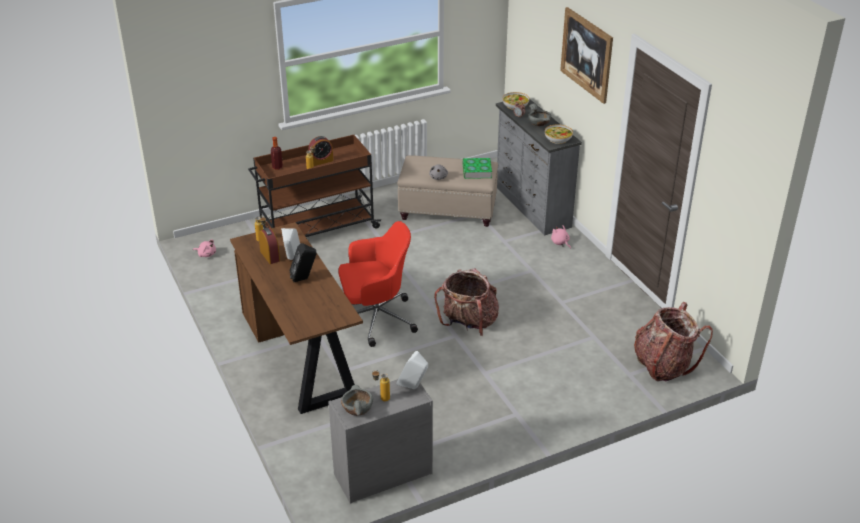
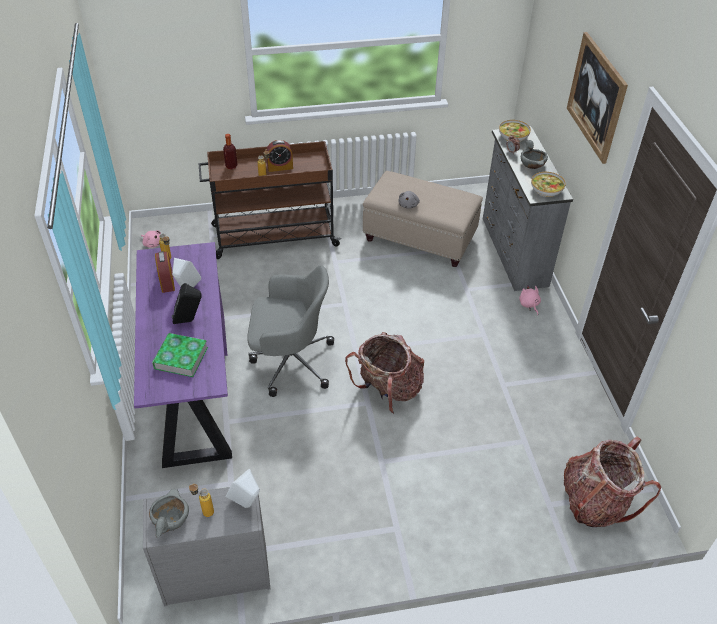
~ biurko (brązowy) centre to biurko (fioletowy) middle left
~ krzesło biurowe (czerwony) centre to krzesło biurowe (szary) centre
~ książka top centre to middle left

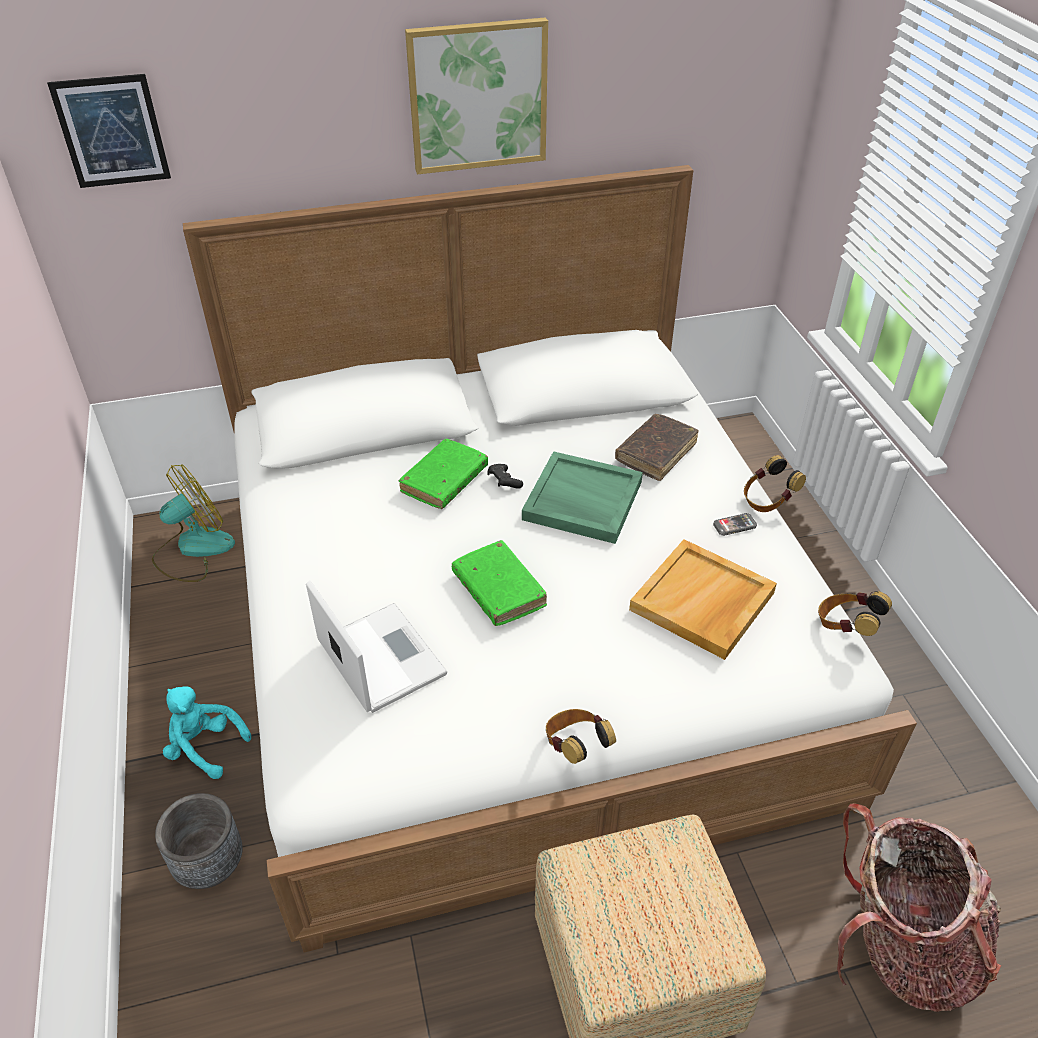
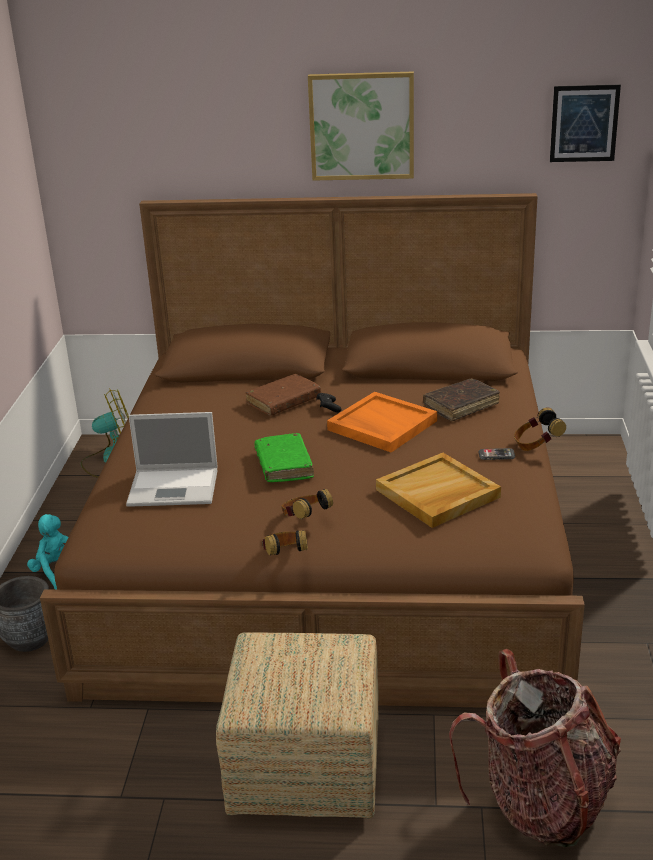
~ obraz (no. 1 from left in the first image) top left to obraz (no. 2 from left) top right
~ łóżko (biały) centre to łóżko (brązowy) centre
~ laptop centre = middle left 105 degrees clockwise
~ książka (zielony) (no. 1 from left) centre to książka (brązowy) (no. 1 from left) centre
~ taca (zielony) centre to taca (pomarańczowy) centre
~ słuchawki (no. 3 from left in the first image) middle right to słuchawki (no. 2 from left) centre

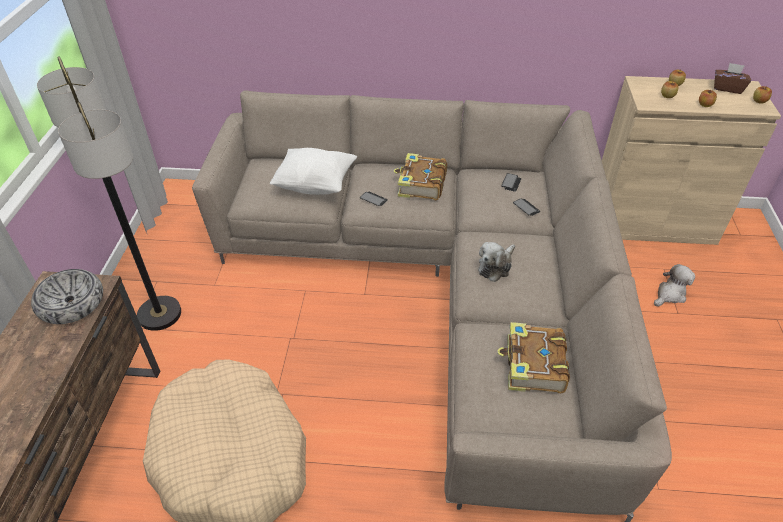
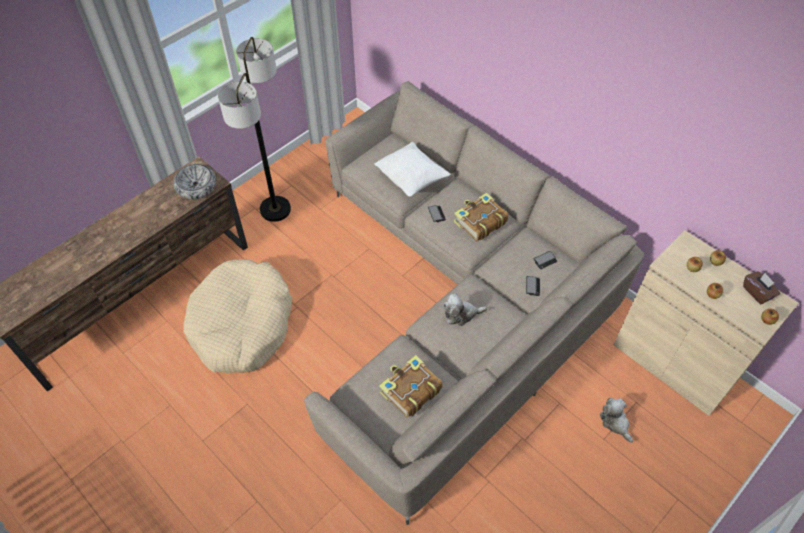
~ pluszak (no. 2 from left) middle right = bottom right 120 degrees counterclockwise

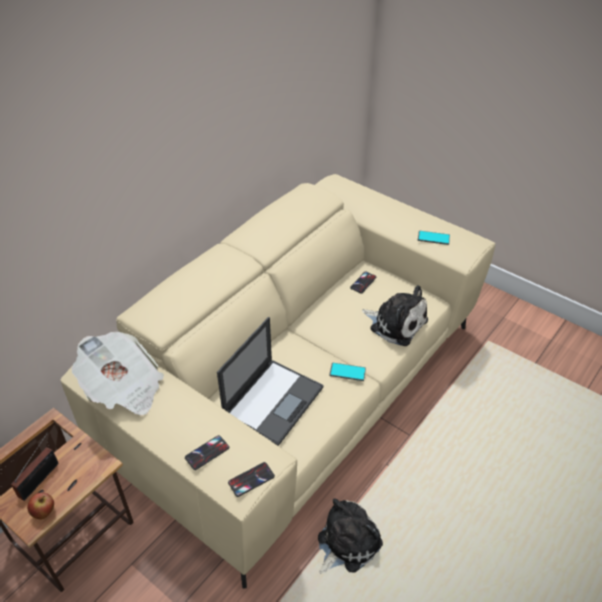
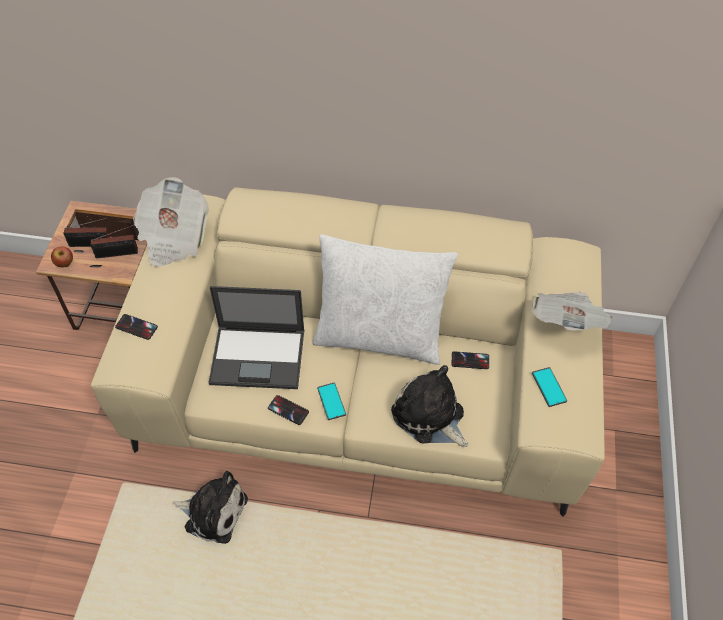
~ telefon (no. 2 from left) bottom centre to centre
~ pluszak (no. 2 from left) centre = centre 135 degrees clockwise
+ radio (no. 2 from left) middle left
+ poduszka (biały) centre
+ gazeta (no. 2 from left) middle right

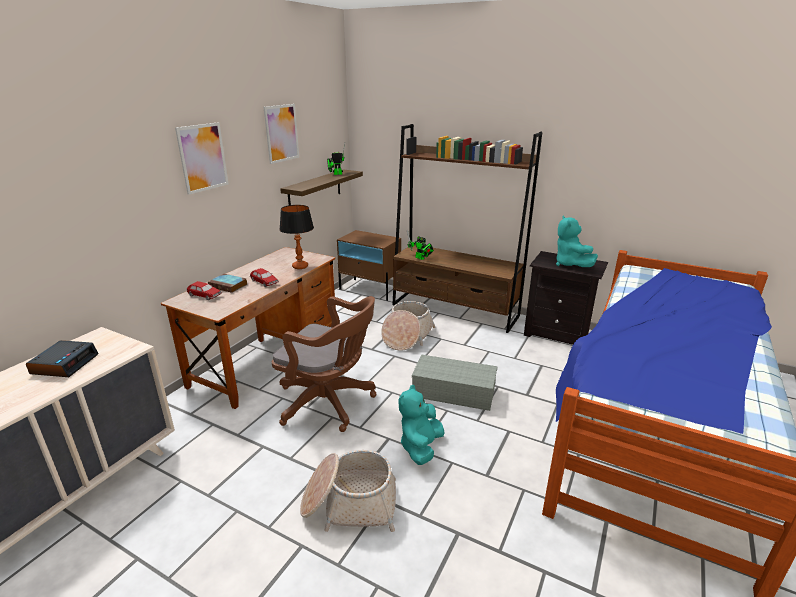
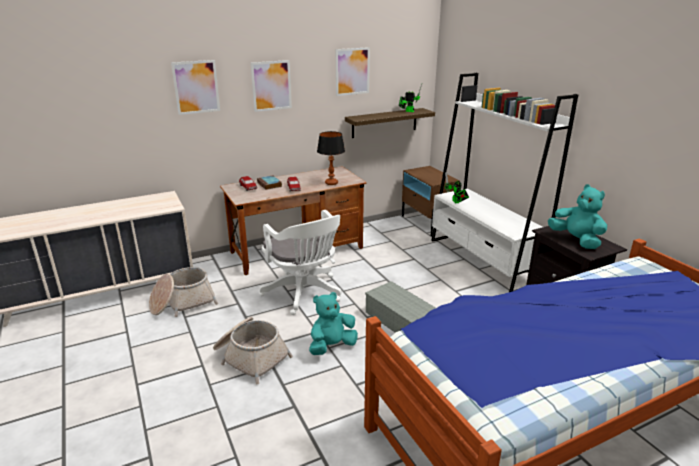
- budzik middle left
~ krzesło biurowe (brązowy) centre to krzesło biurowe (biały) centre
~ koszyk (no. 2 from left in the first image) centre to koszyk (no. 1 from left) middle left
~ regał (brązowy) centre to regał (biały) middle right
~ pluszak (turkusowy) (no. 2 from left) middle right = middle right 120 degrees clockwise
+ obraz (no. 1 from left) top left

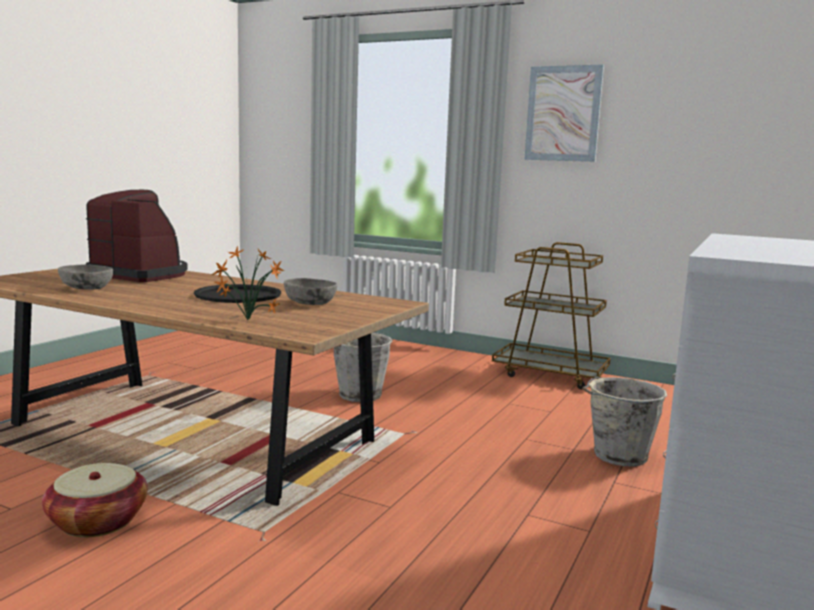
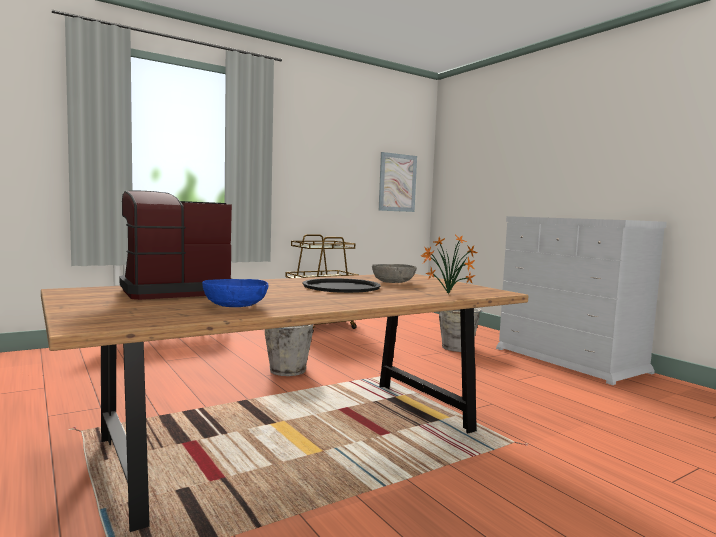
- koszyk bottom left
~ miska (szary) (no. 1 from left) middle left to miska (niebieski) middle left
~ obraz top right to centre

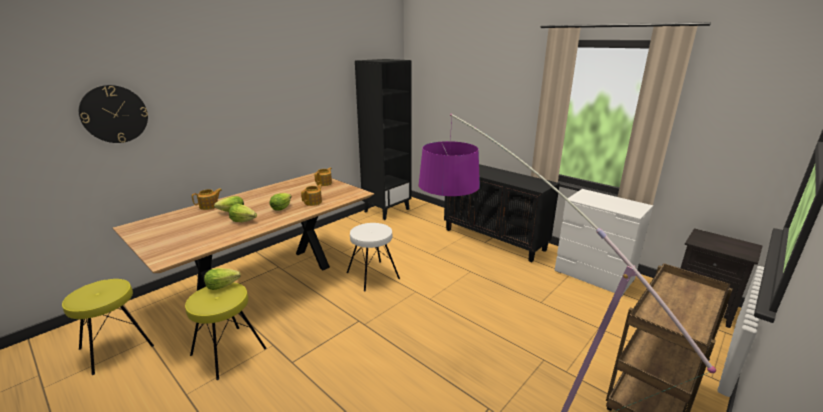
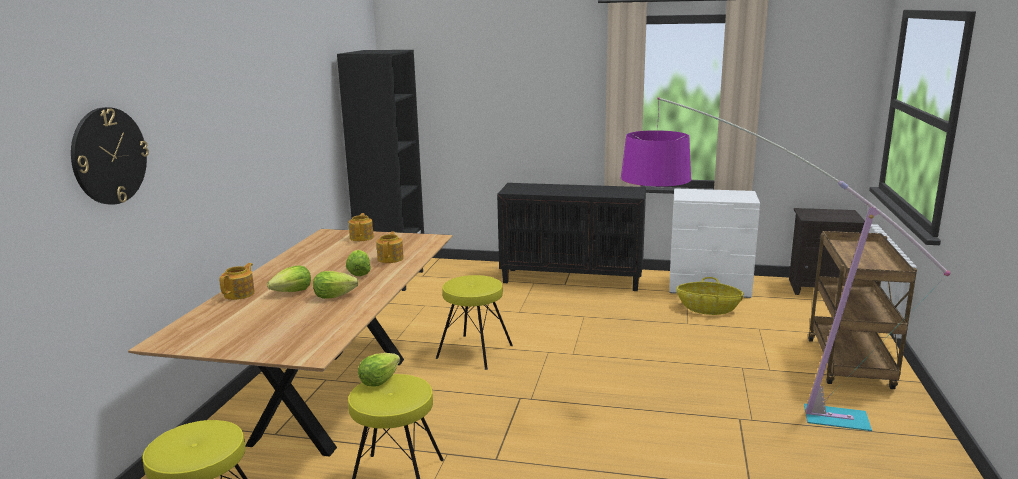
~ stołek (biały) centre to stołek (żółty) (no. 3 from left) bottom centre
+ koszyk middle right

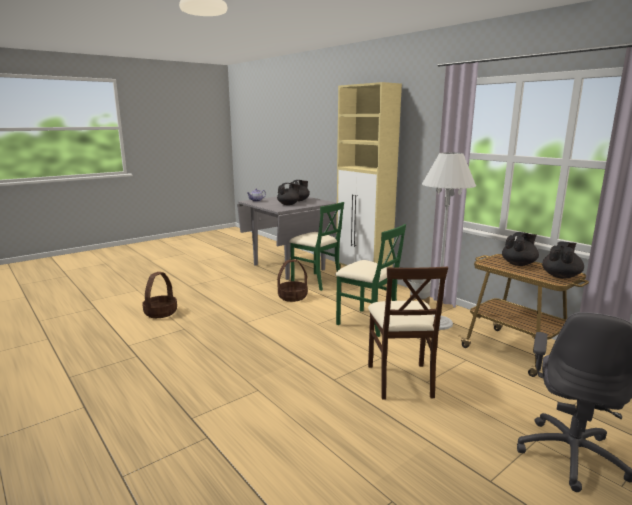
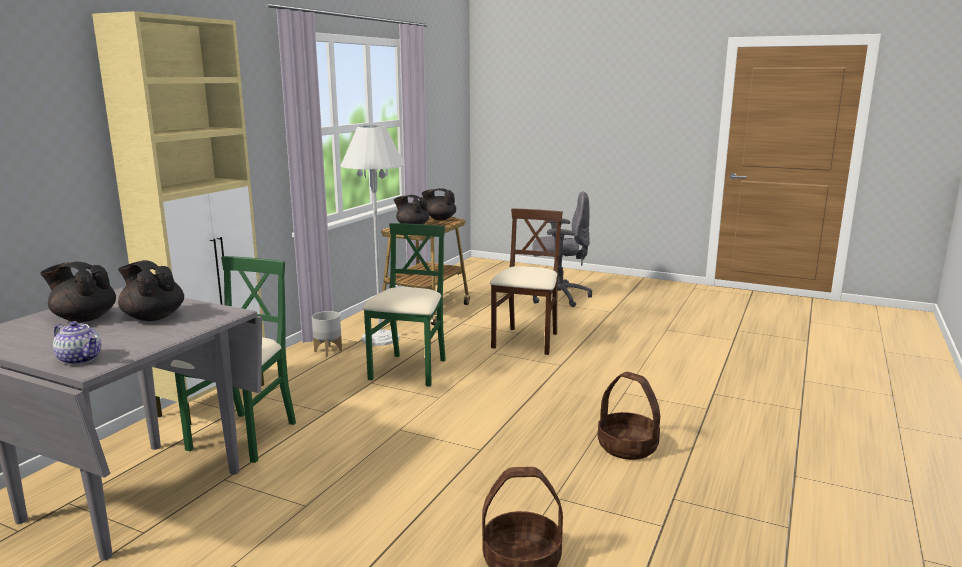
~ koszyk (no. 2 from left) centre to bottom centre
~ krzesło (beżowy) centre = centre 45 degrees counterclockwise

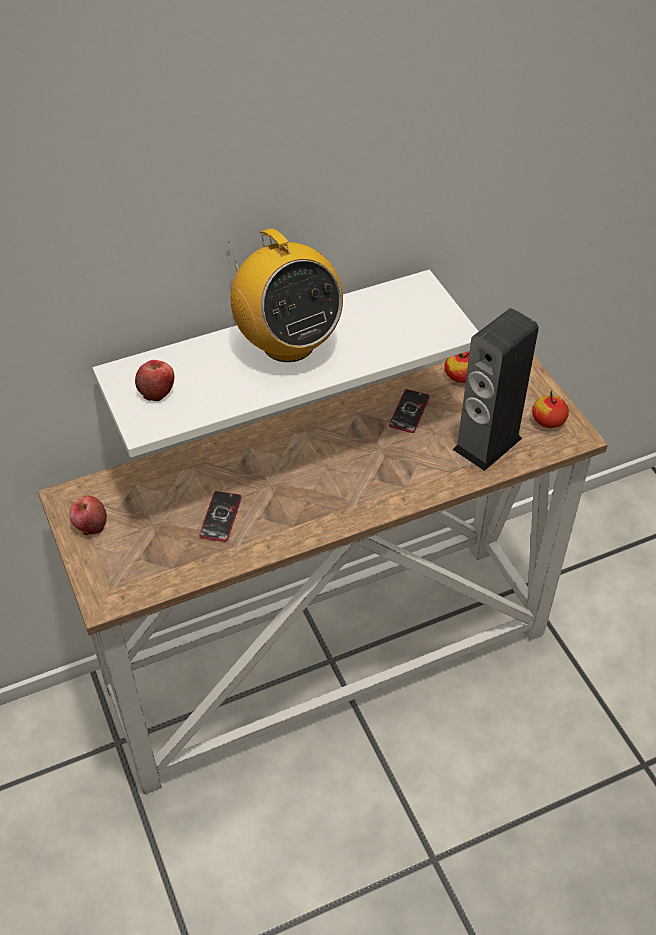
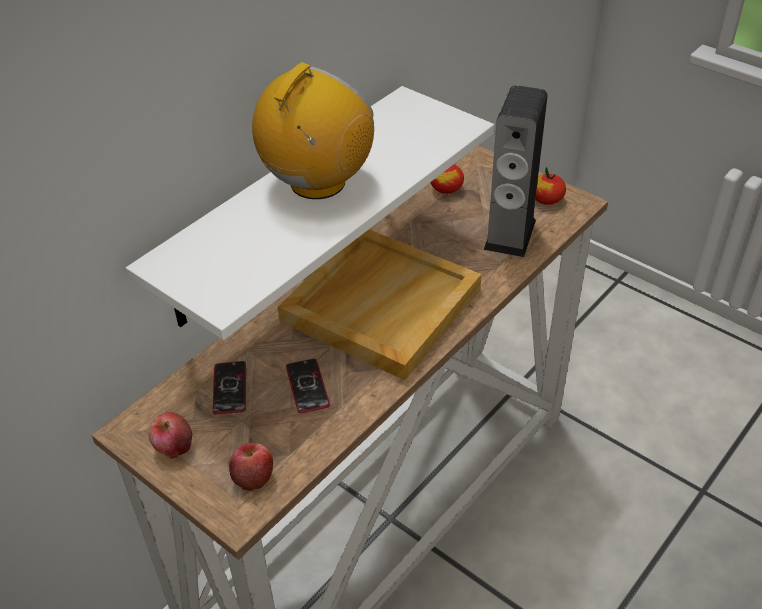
~ jabłko (no. 2 from left) middle left to bottom left
~ radio top centre = top centre 90 degrees counterclockwise
~ telefon (no. 2 from left in the first image) centre to telefon (no. 1 from left) middle left
+ taca (beżowy) centre

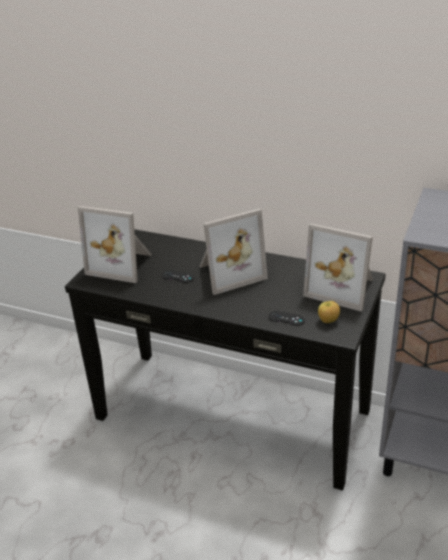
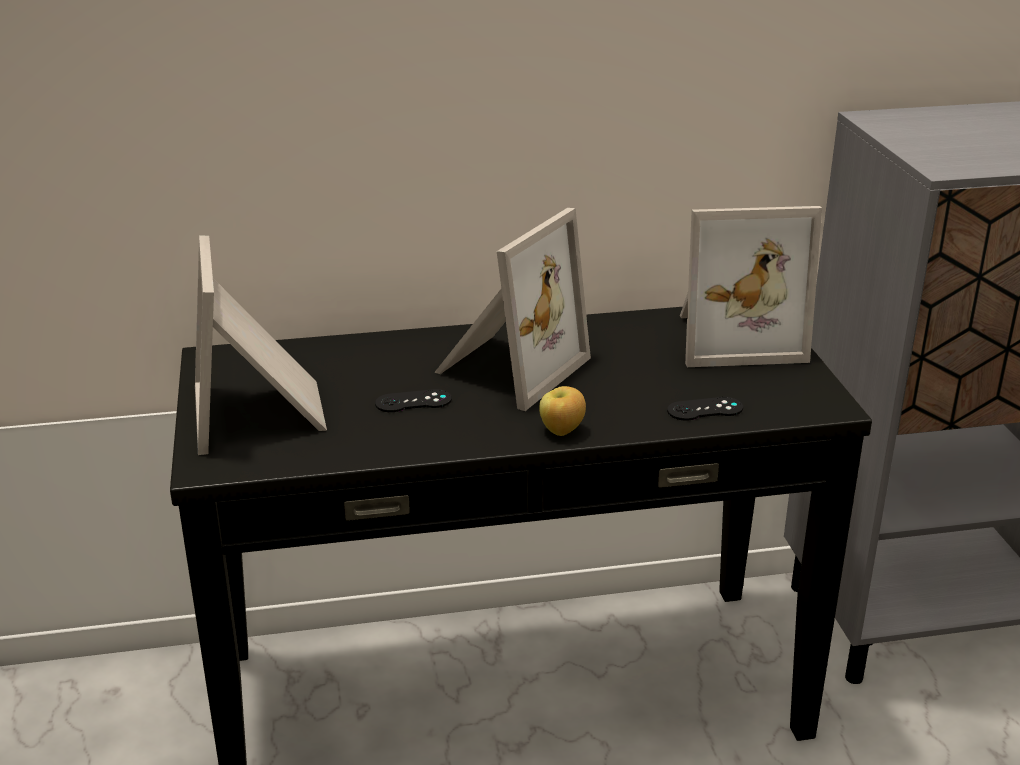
~ ramka na zdjęcie (no. 1 from left) middle left = middle left 90 degrees clockwise
~ jabłko middle right to centre

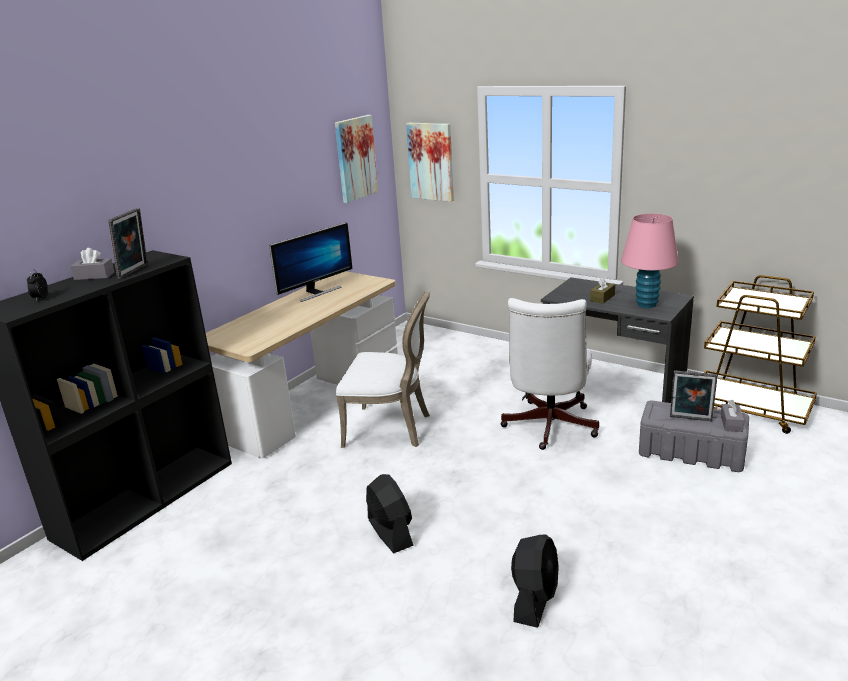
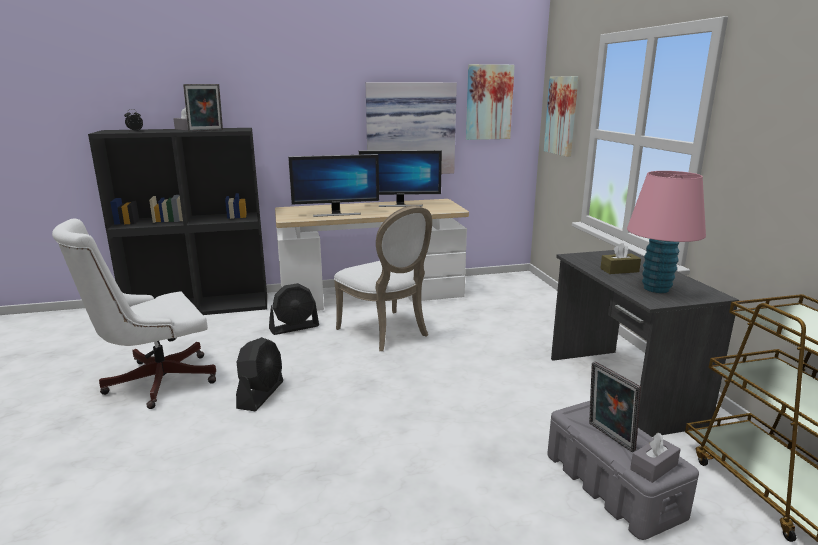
~ krzesło biurowe (biały) centre to middle left
~ wentylator (czarny) (no. 2 from left) bottom centre to centre
+ monitor (no. 1 from left) centre
+ obraz (no. 1 from left) top centre

